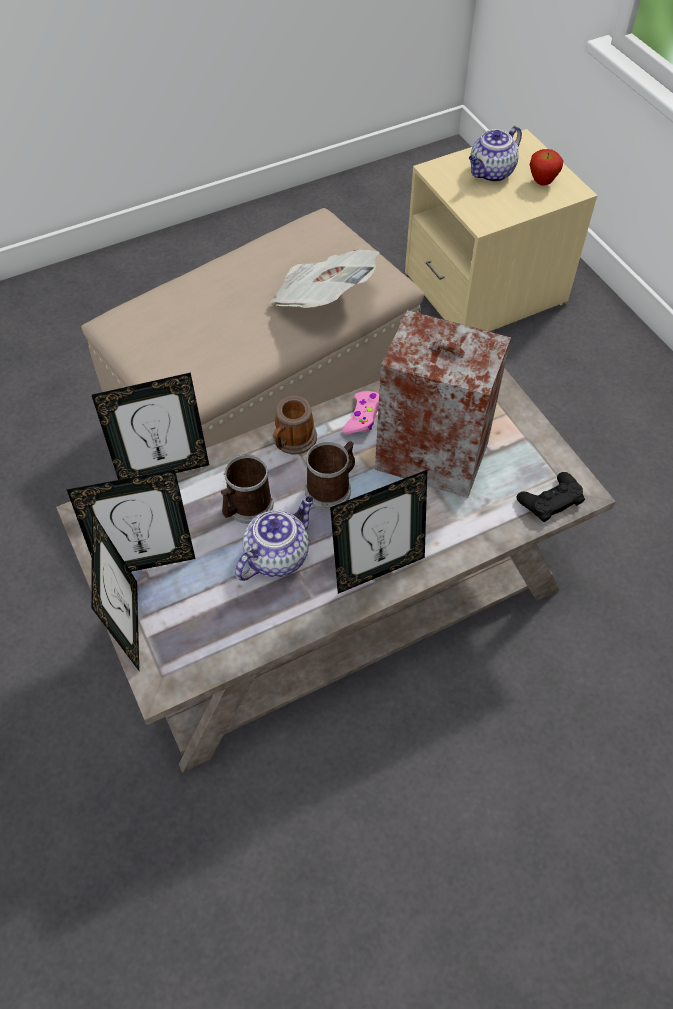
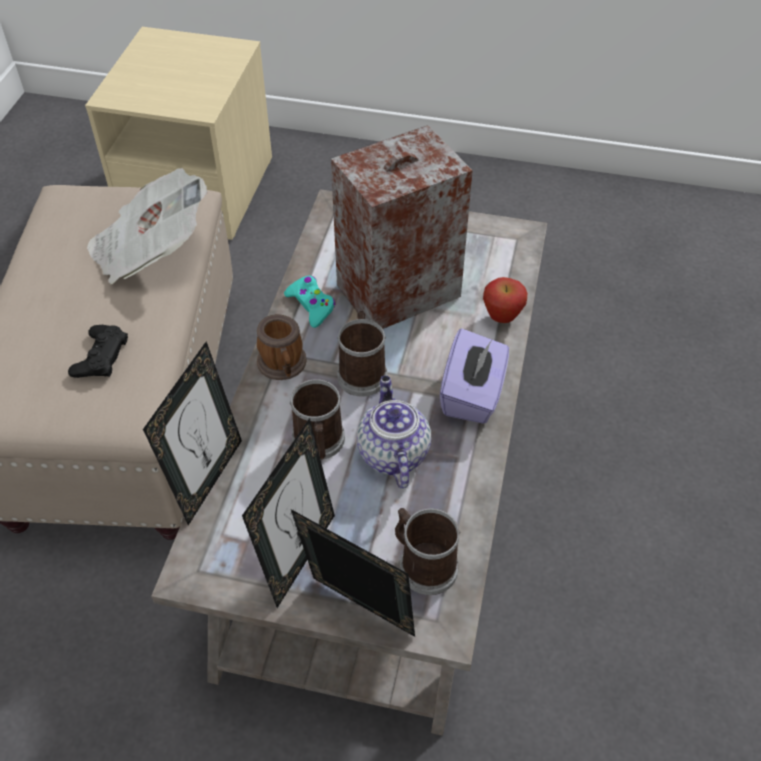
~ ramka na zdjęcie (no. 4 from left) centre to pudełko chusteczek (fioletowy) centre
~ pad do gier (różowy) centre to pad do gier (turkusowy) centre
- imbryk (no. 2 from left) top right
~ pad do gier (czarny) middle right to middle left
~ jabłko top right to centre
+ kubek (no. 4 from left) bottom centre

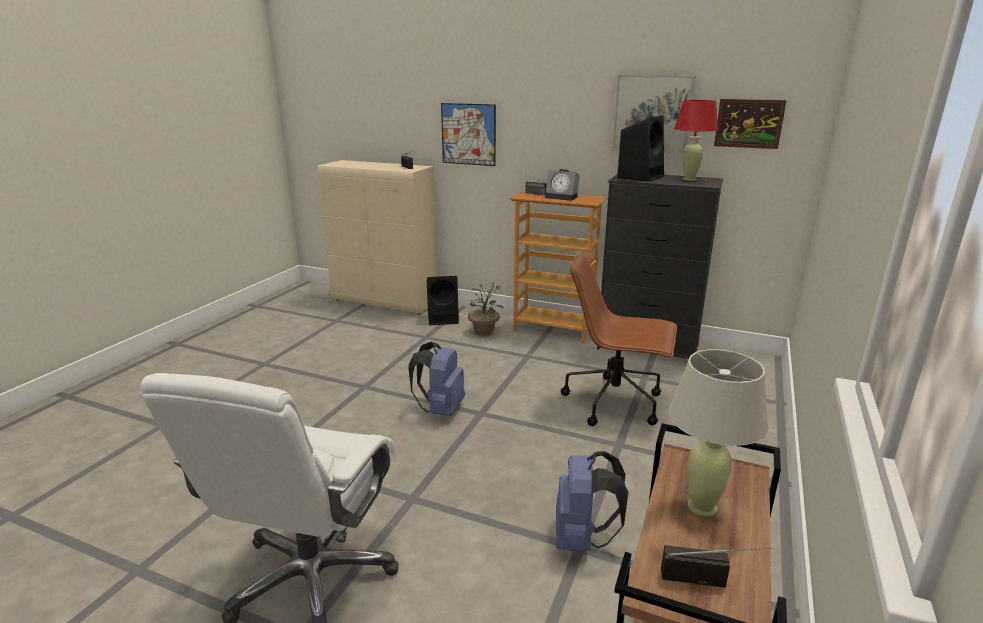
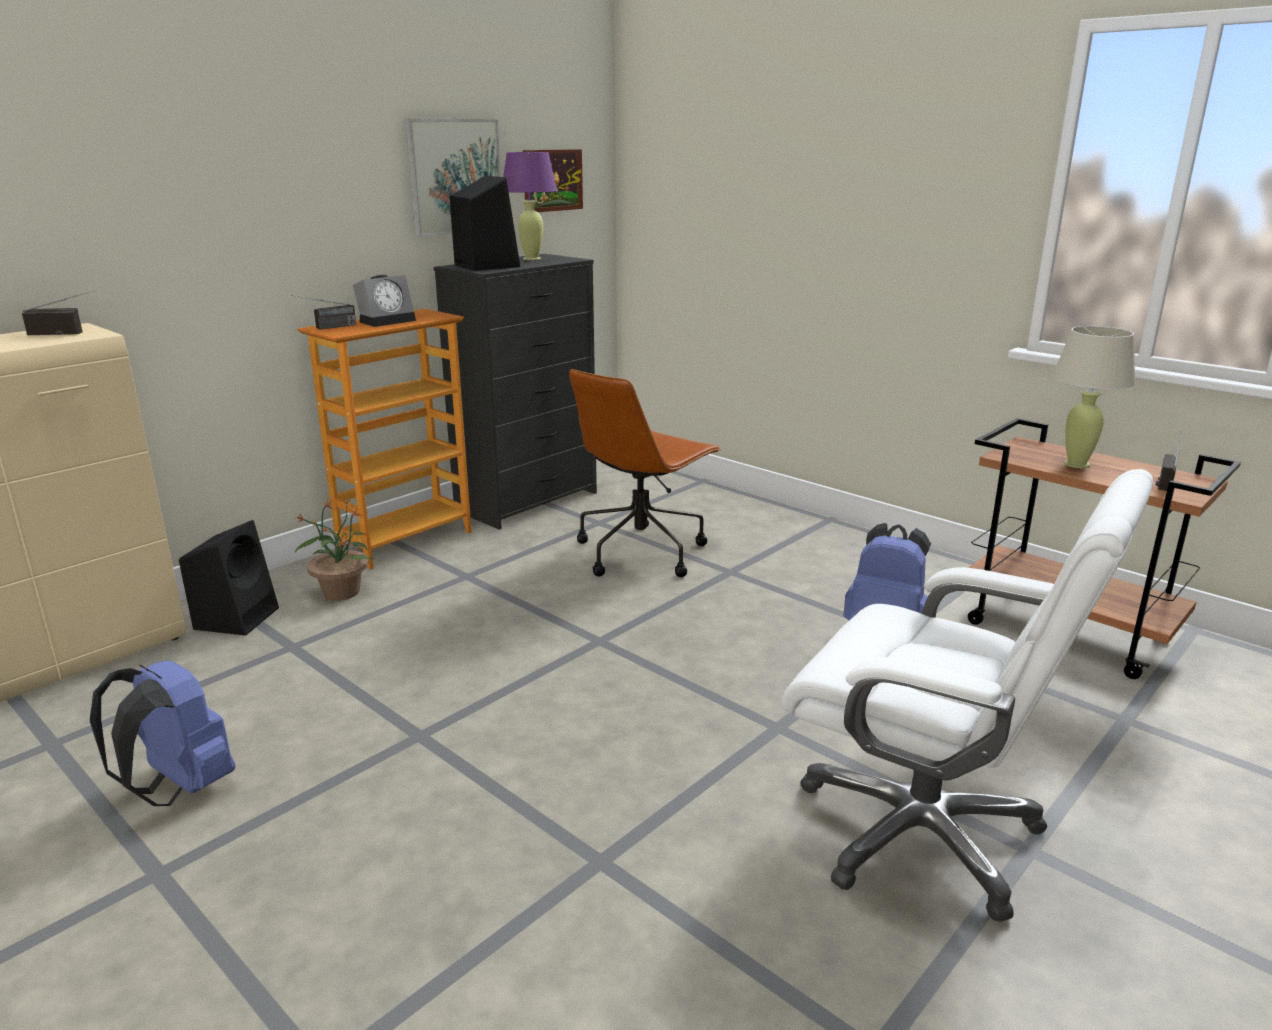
~ plecak (niebieski) (no. 1 from left) centre to bottom left
- obraz (no. 1 from left) top centre
~ lampa stołowa (czerwony) top right to lampa stołowa (fioletowy) top centre

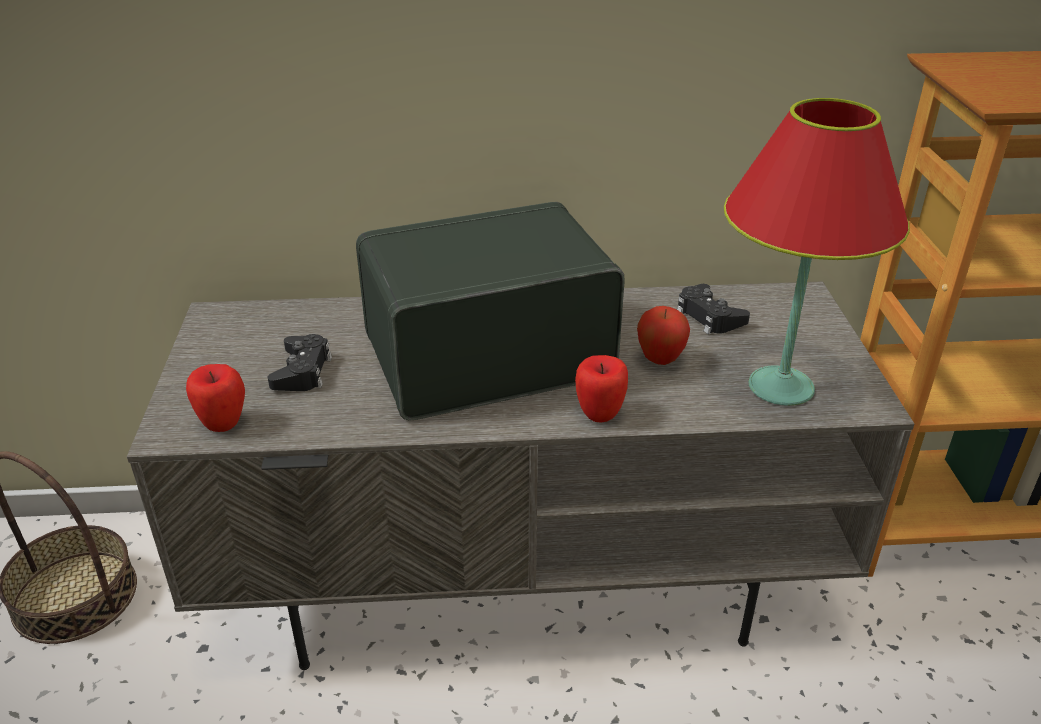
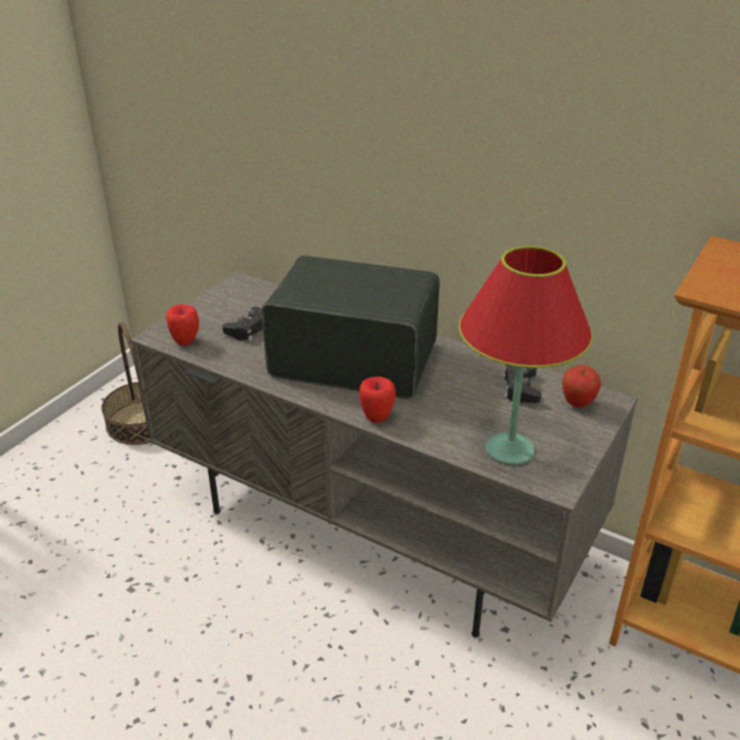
~ jabłko (no. 3 from left) centre to middle right

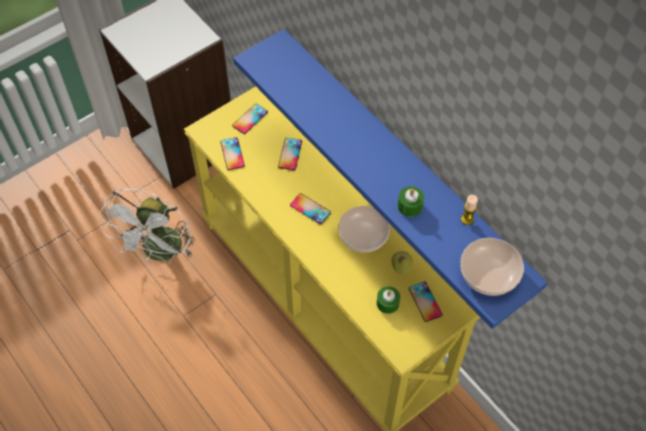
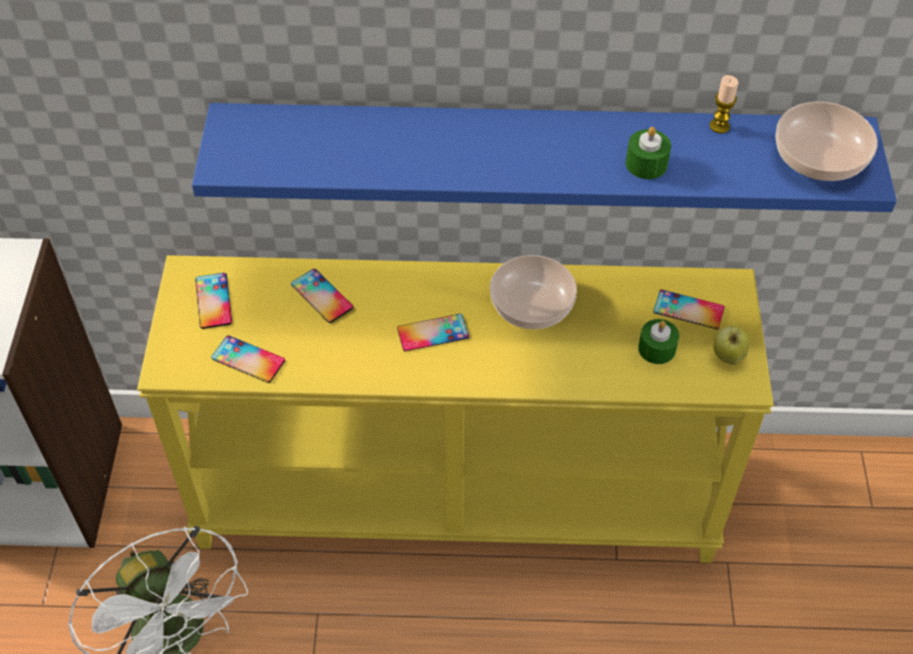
~ jabłko centre to middle right

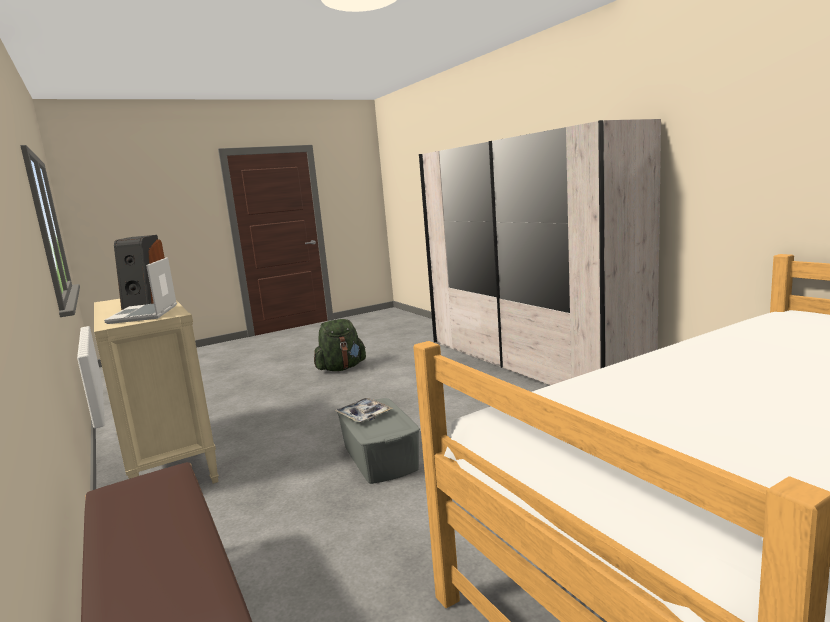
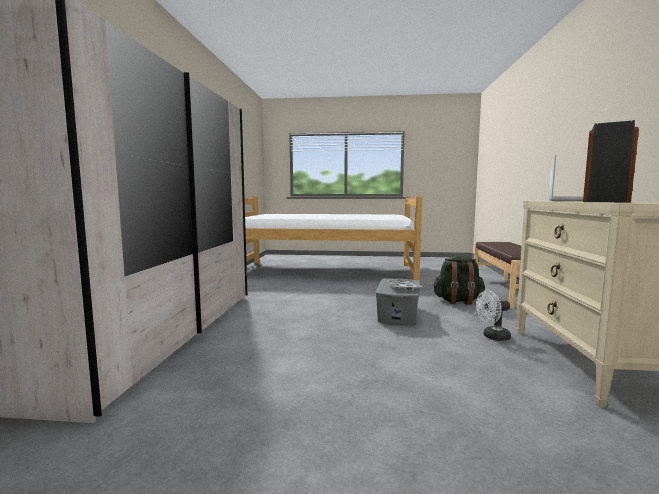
~ plecak (zielony) centre to middle right
+ wentylator (biały) middle right

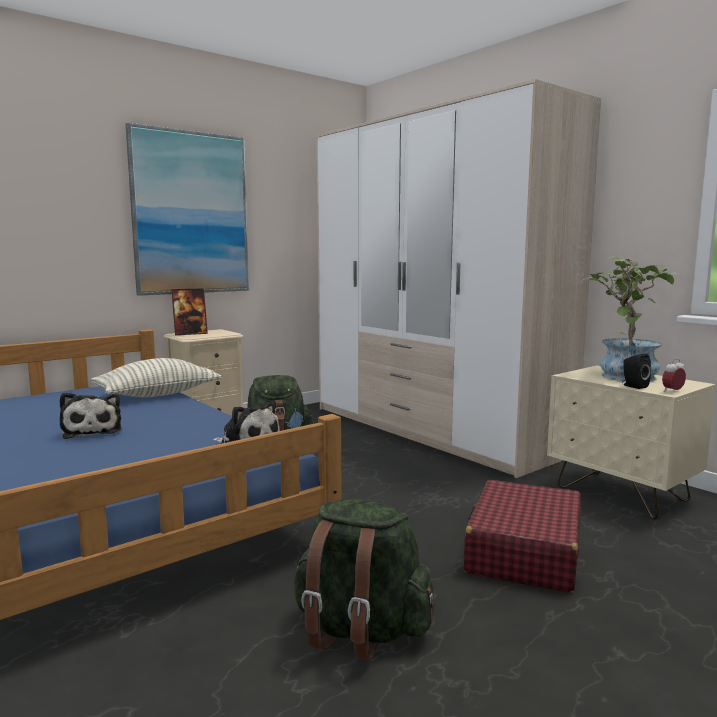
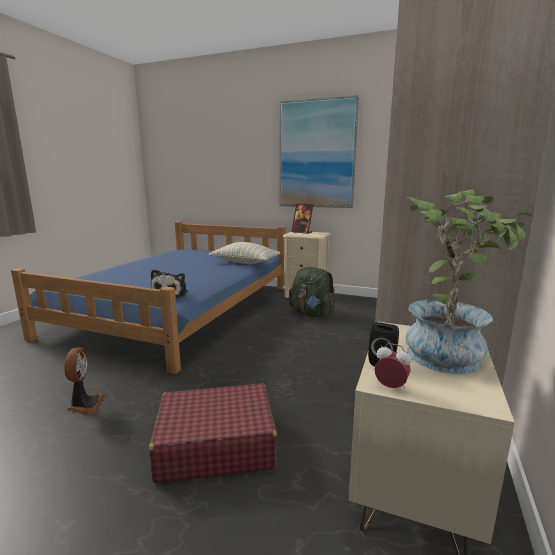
- pluszak (no. 1 from left) middle left
~ plecak (zielony) (no. 2 from left) bottom centre to wentylator bottom left

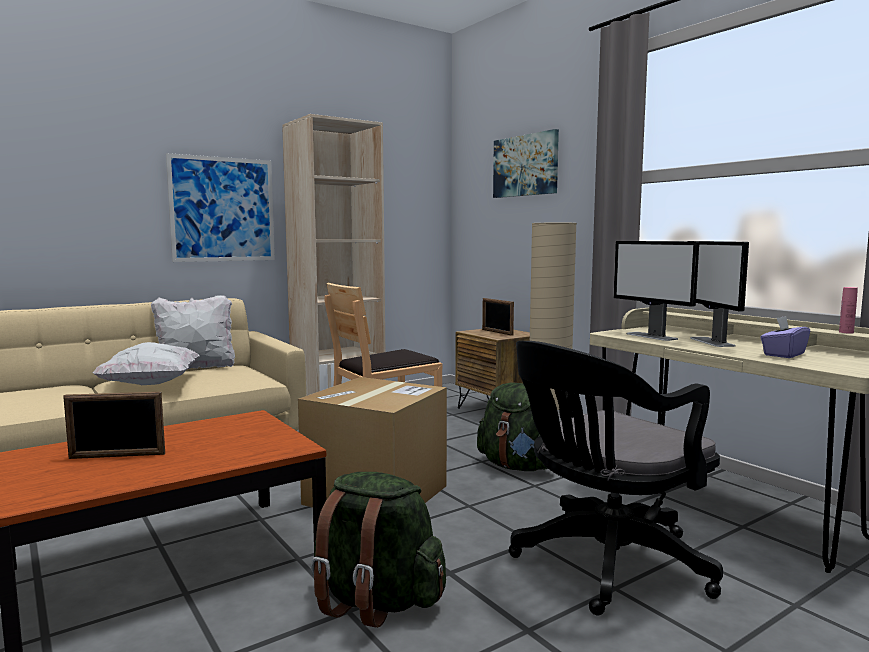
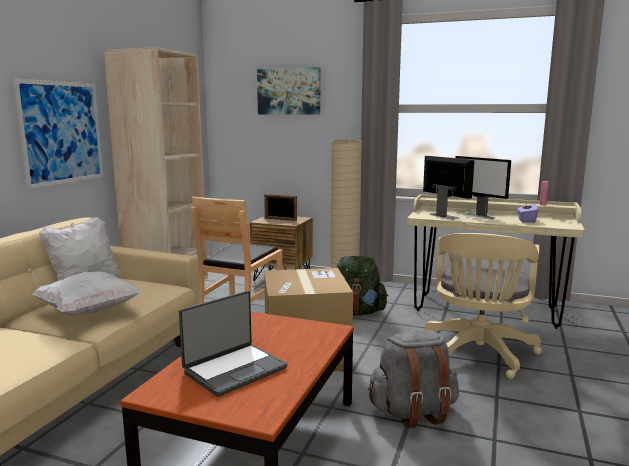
~ ramka na zdjęcie (no. 1 from left) middle left to laptop bottom centre
~ plecak (zielony) (no. 1 from left) bottom centre to plecak (szary) bottom centre
~ krzesło biurowe (czarny) bottom right to krzesło biurowe (beżowy) middle right
~ monitor (no. 1 from left) middle right = middle right 150 degrees counterclockwise

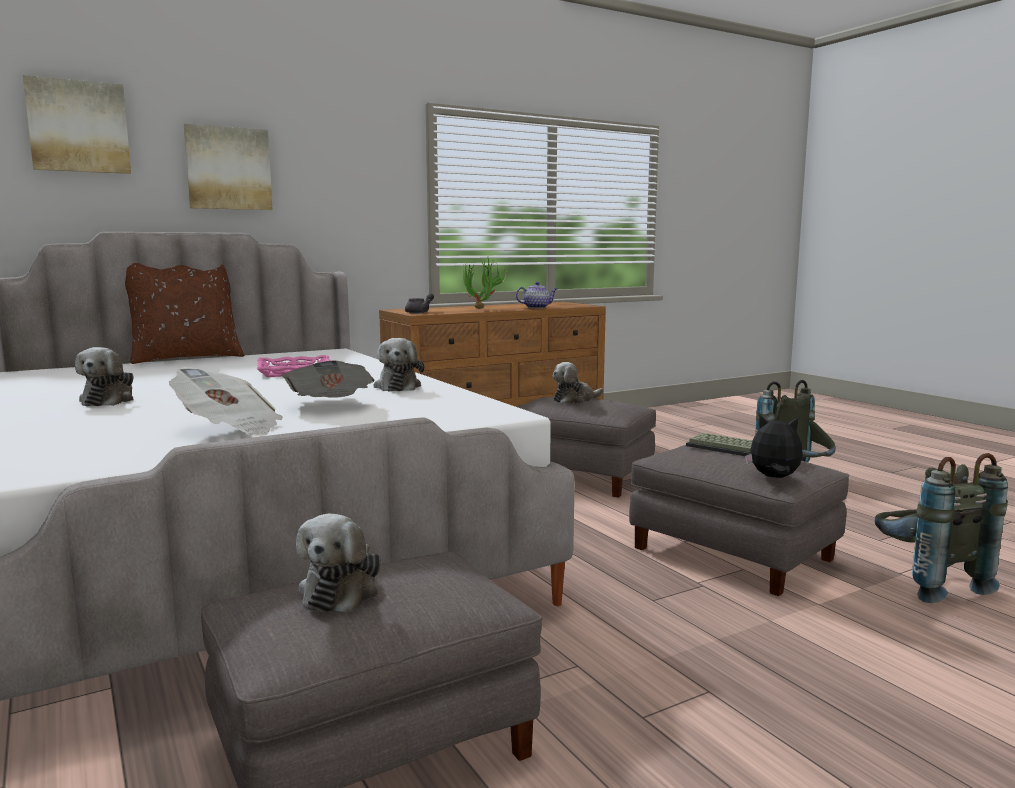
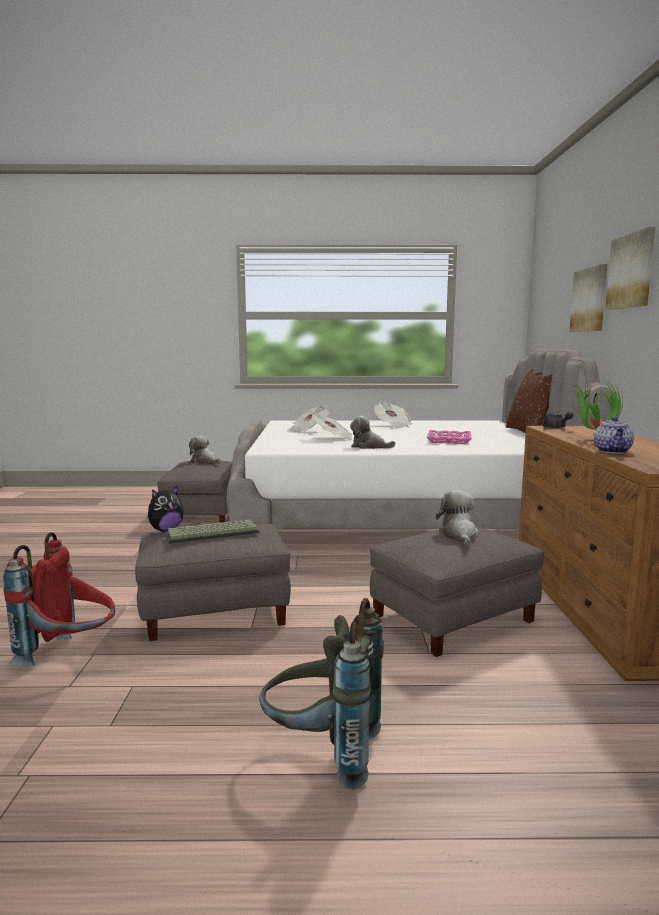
~ obraz (no. 1 from left in the first image) top left to obraz (no. 2 from left) top right
~ pluszak (no. 1 from left) middle left to gazeta (no. 3 from left) centre
~ plecak (szary) (no. 2 from left) bottom right to plecak (czerwony) middle left

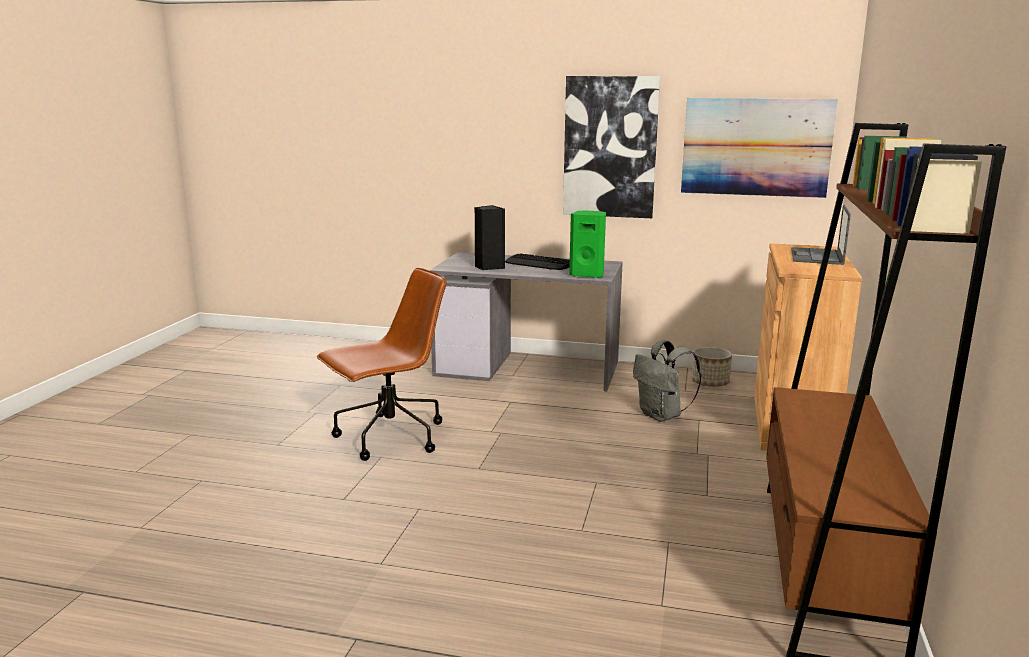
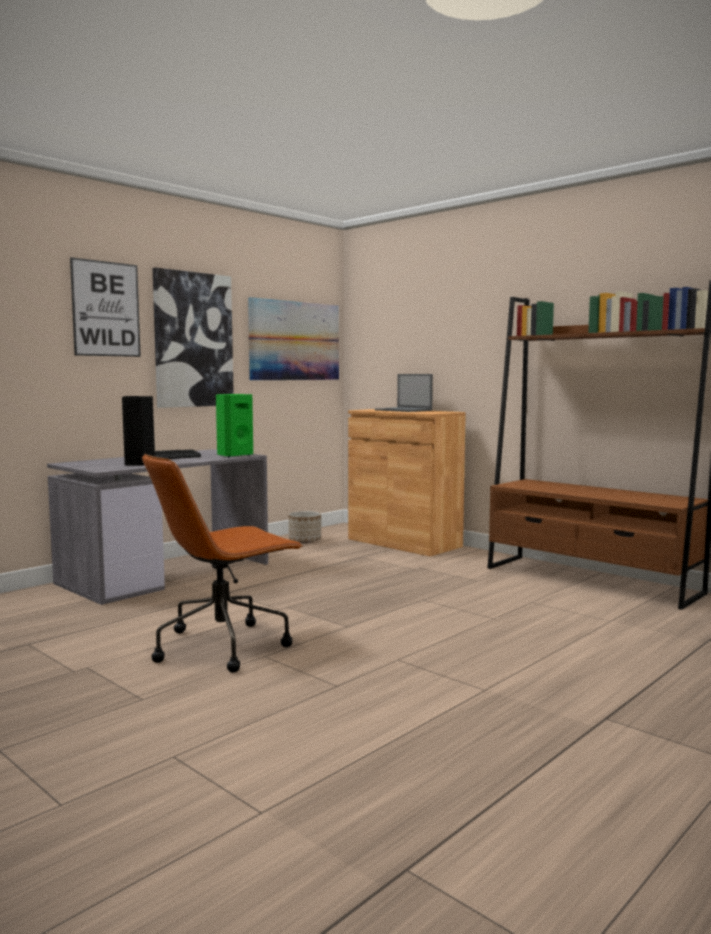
~ krzesło biurowe (brązowy) centre = middle left 120 degrees counterclockwise
- plecak (szary) centre
+ obraz (no. 1 from left) top left

